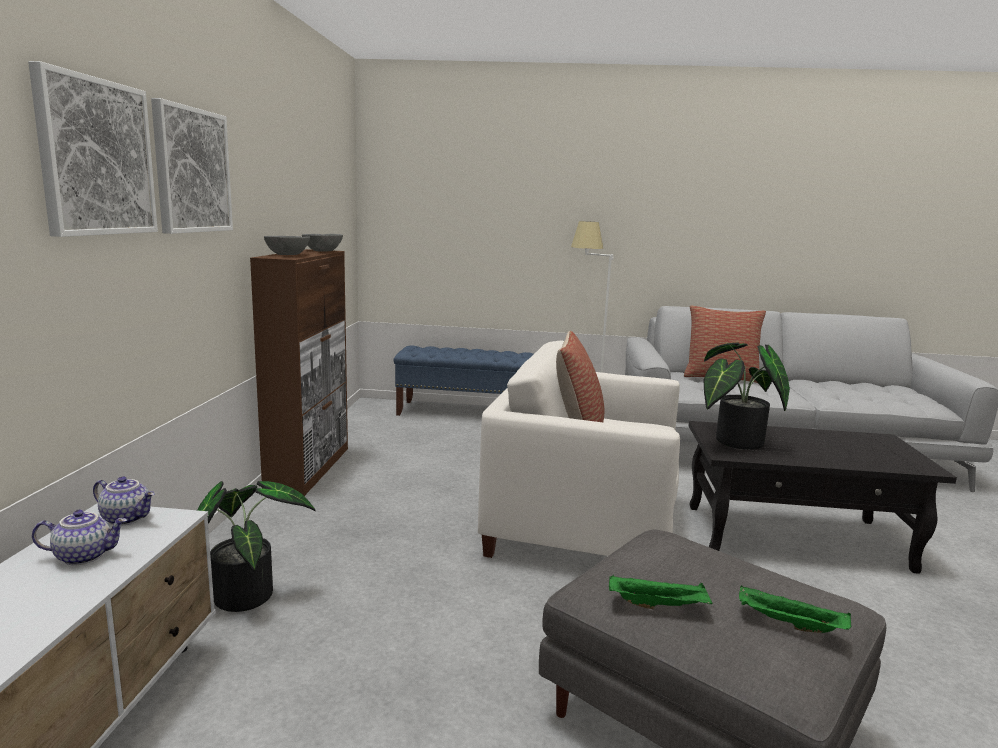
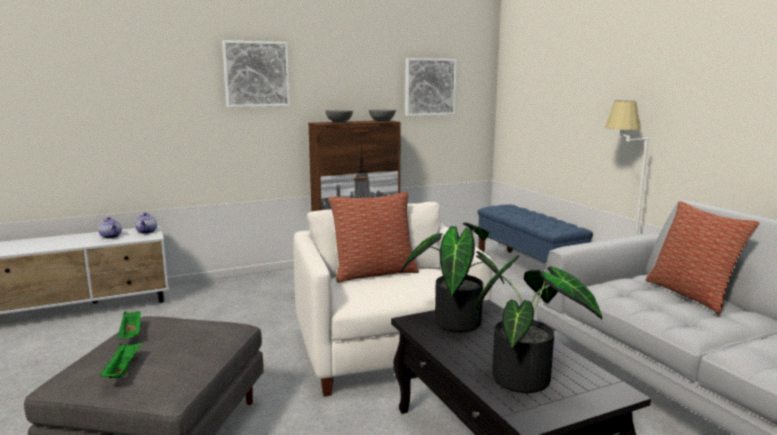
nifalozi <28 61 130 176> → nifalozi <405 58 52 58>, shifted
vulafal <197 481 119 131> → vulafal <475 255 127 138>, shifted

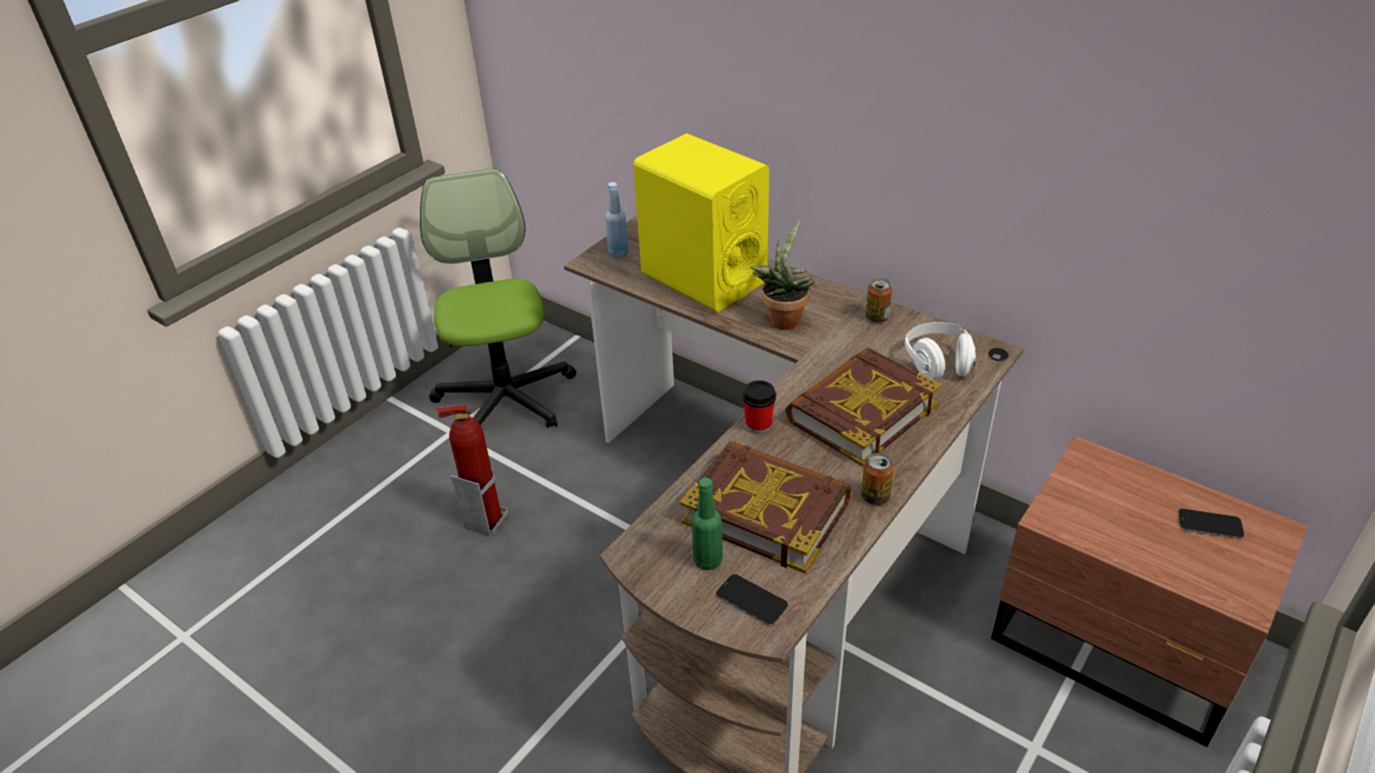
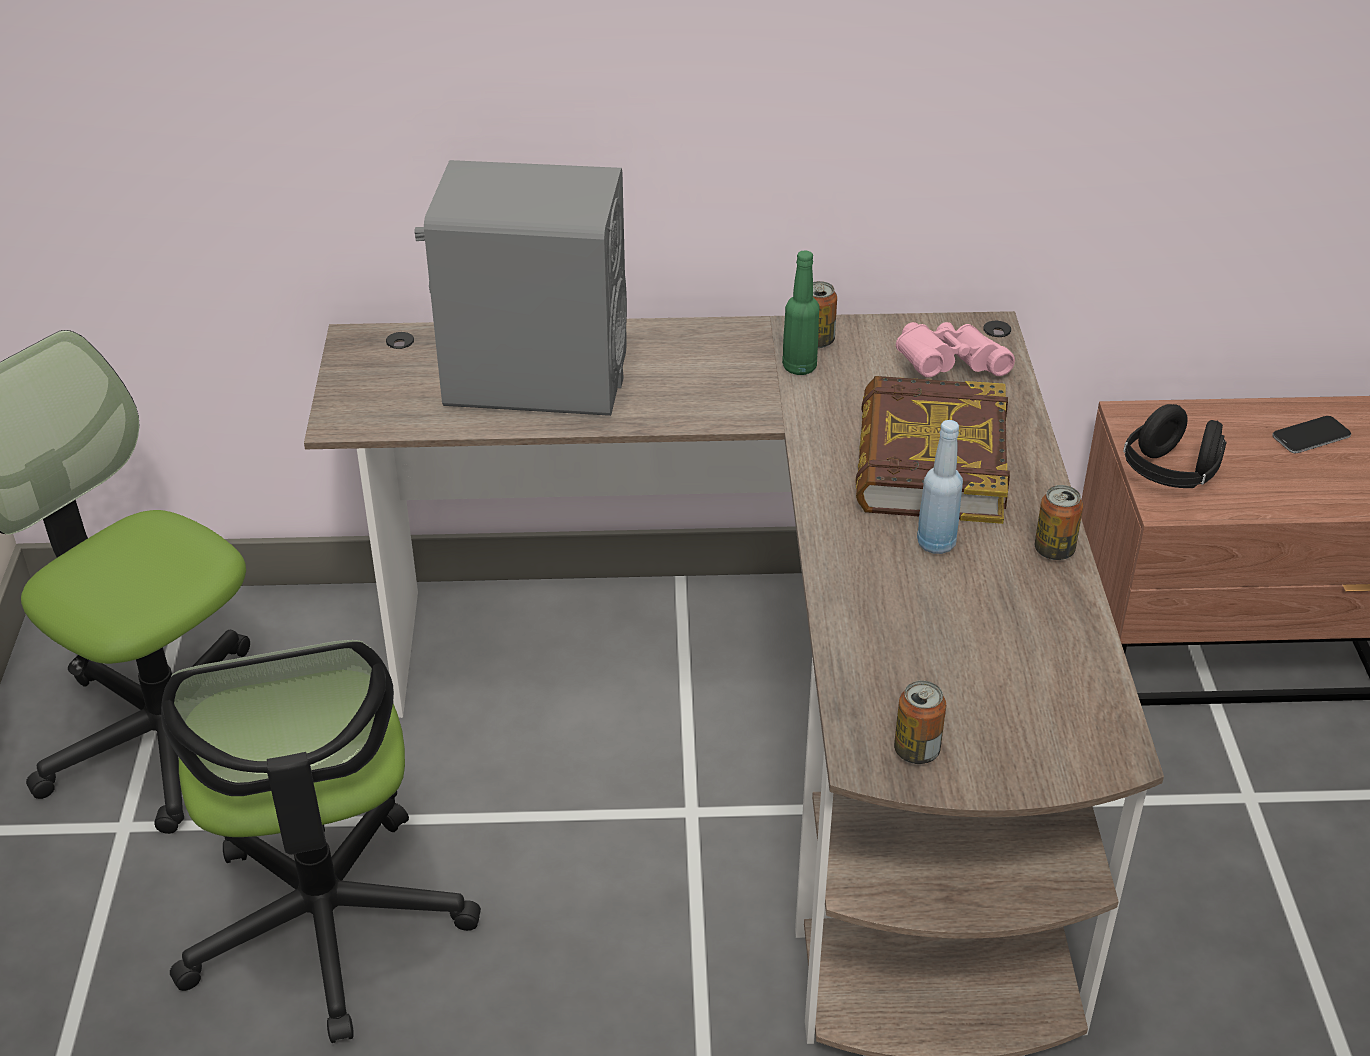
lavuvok <437 405 71 132> → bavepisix <161 640 320 403>
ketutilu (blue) <605 182 24 76> → ketutilu (blue) <917 420 46 134>, shifted
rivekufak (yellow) <633 133 136 179> → rivekufak (grey) <414 160 213 256>
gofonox <680 441 172 133> → -
ketutilu (green) <692 478 31 92> → ketutilu (green) <782 250 37 125>, shifted
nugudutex <716 574 72 52> → -
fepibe <742 380 34 54> → -
vulafal <750 220 65 110> → -
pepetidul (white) <905 322 71 58> → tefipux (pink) <896 322 119 55>
- → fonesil <894 681 52 83>
- → pepetidul (black) <1123 404 104 84>

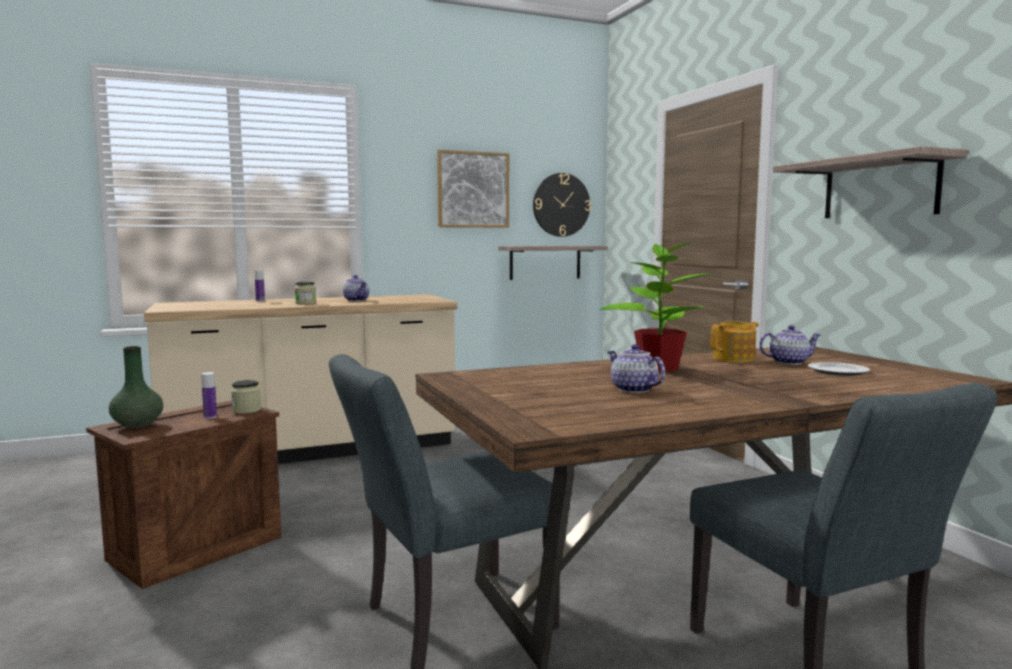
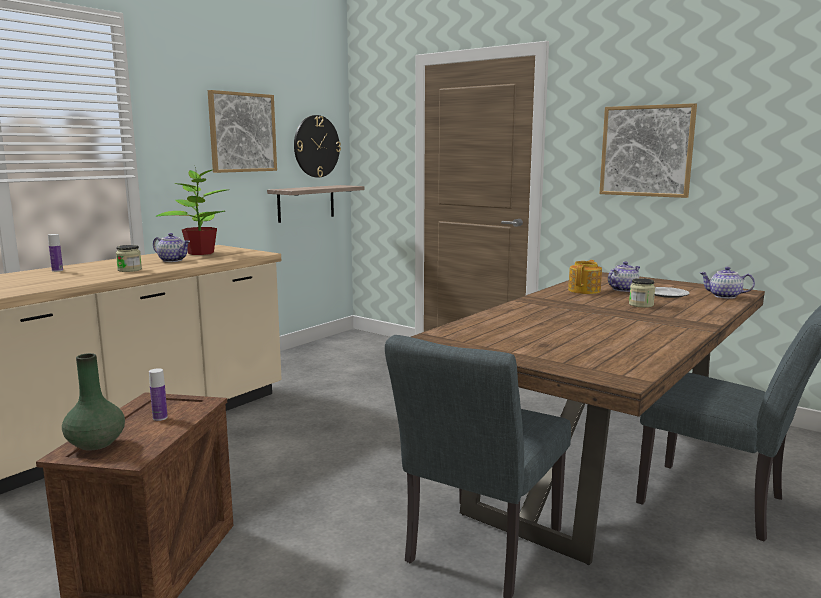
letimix <231 380 30 34> → letimix <629 278 26 30>, shifted
vulafal <599 237 113 135> → vulafal <156 167 71 88>, shifted
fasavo <608 344 57 49> → fasavo <700 267 55 32>, shifted
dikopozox <773 146 194 72> → nifalozi <599 103 98 95>

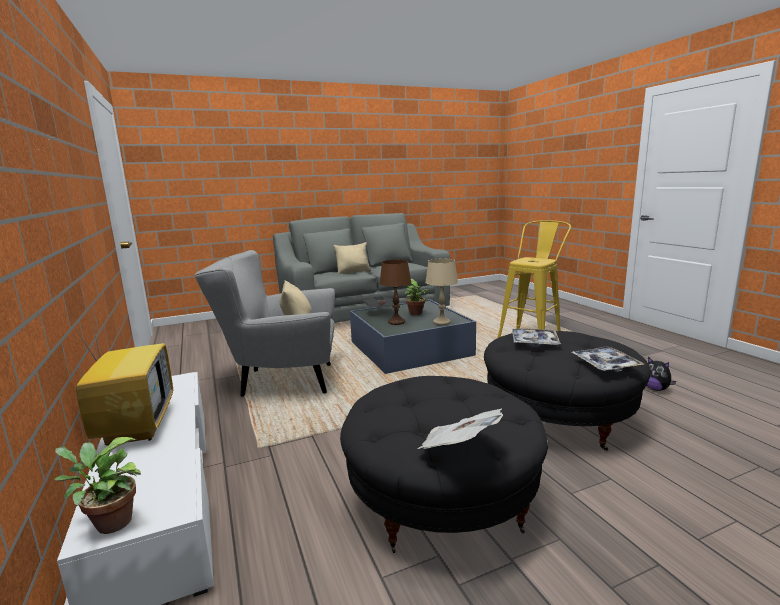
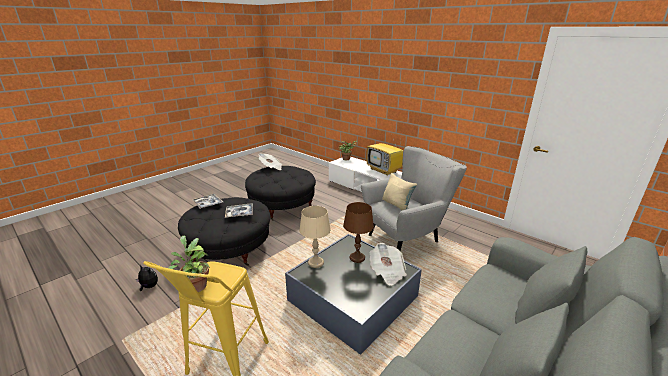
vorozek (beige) <333 242 38 32> → -
vulafal <405 279 26 36> → vulafal <168 236 42 56>, shifted

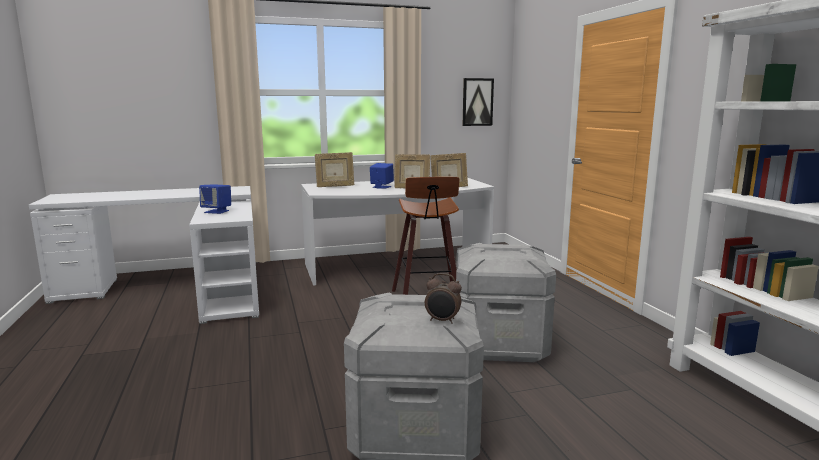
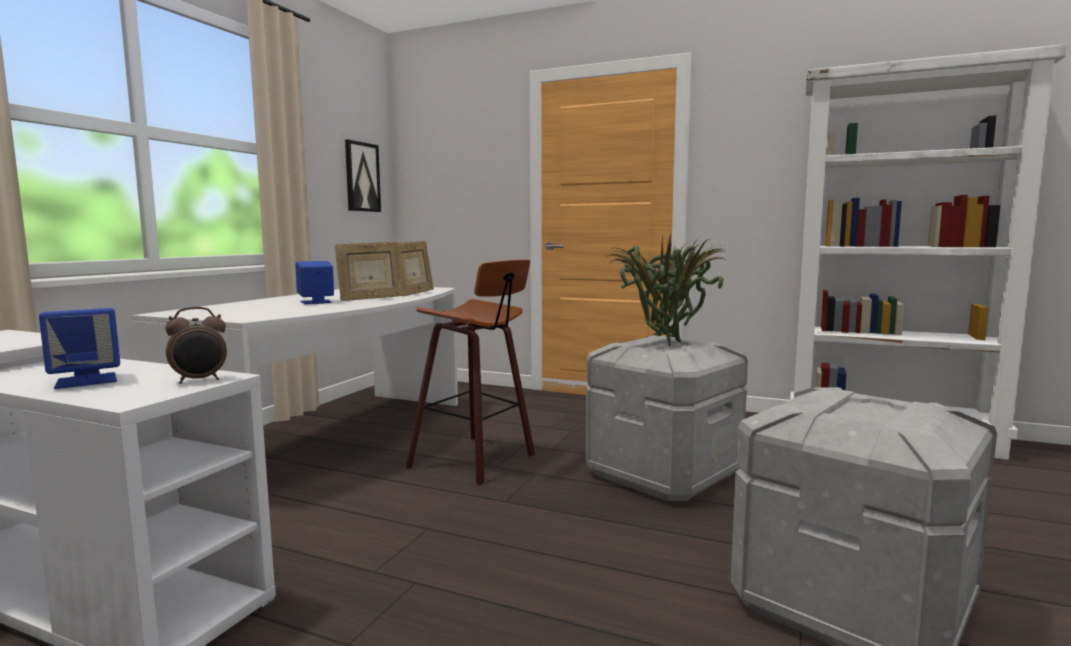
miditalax <315 152 39 35> → -
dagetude <425 273 37 51> → dagetude <165 307 62 77>, shifted
- → vulafal <605 233 121 113>

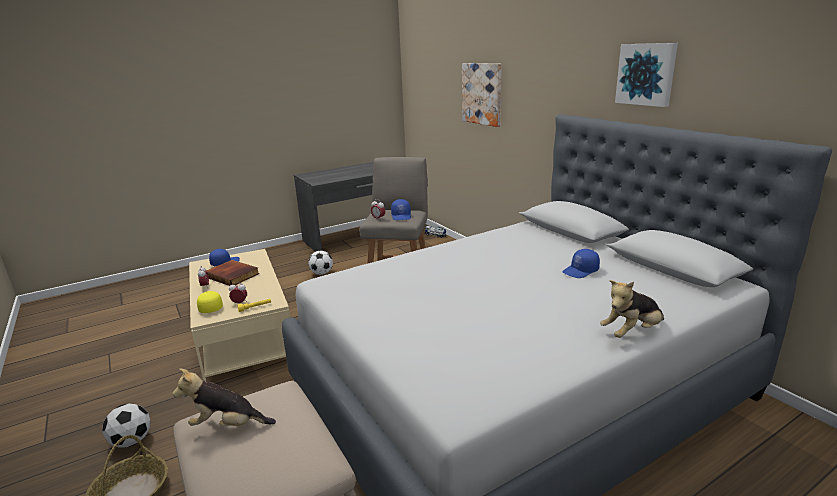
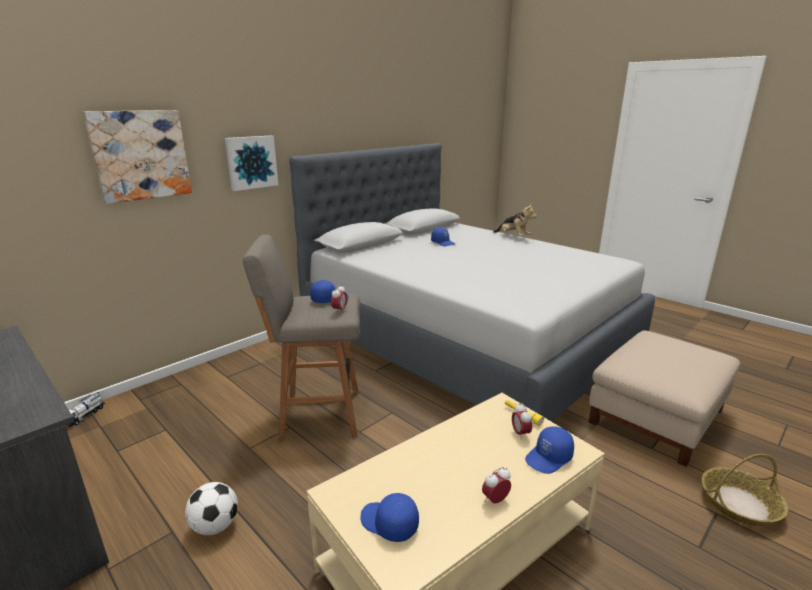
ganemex <102 404 48 43> → -
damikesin <173 368 103 58> → -
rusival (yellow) <197 291 26 22> → rusival (blue) <525 426 49 48>
gofonox <206 260 53 26> → -
nifalozi <615 43 63 64> → nifalozi <225 136 54 55>, shifted

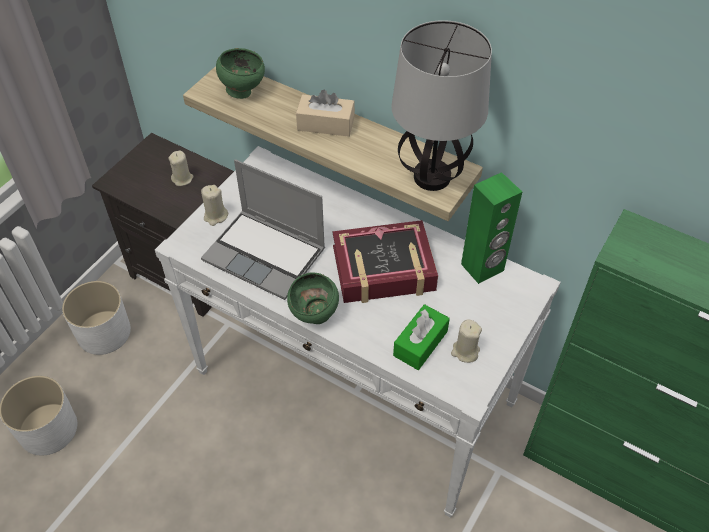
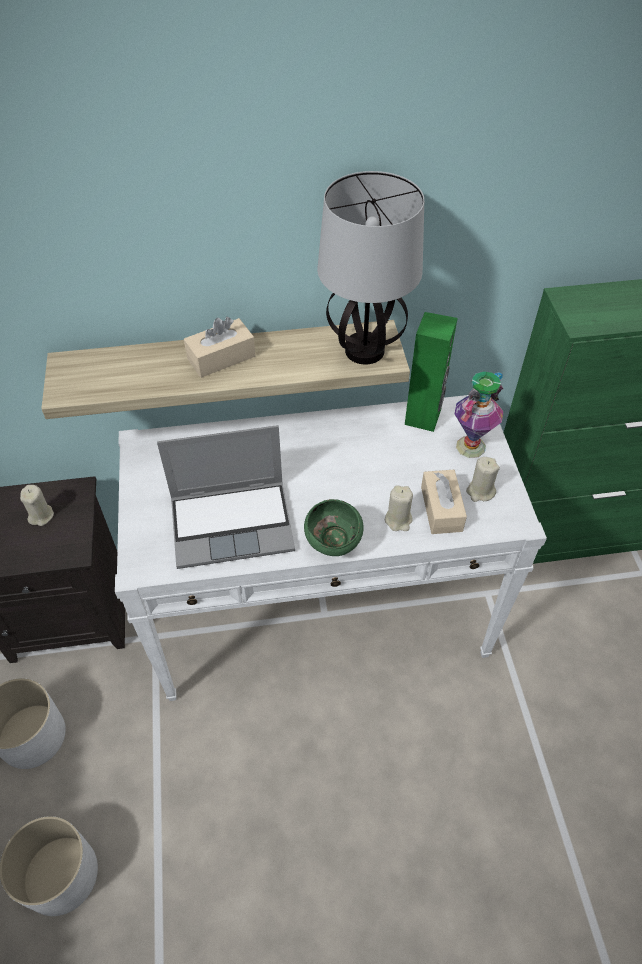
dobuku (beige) <201 185 27 41> → dobuku (beige) <385 485 28 46>, shifted
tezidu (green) <216 48 49 51> → -
gofonox <333 220 105 83> → -
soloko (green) <393 304 57 66> → soloko (beige) <421 470 46 64>
- → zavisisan <455 371 48 87>

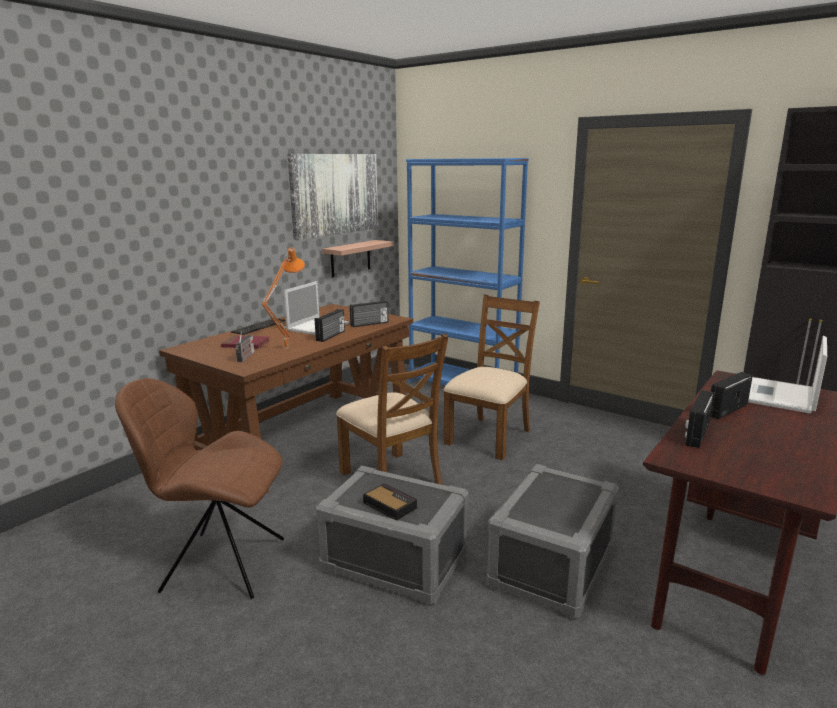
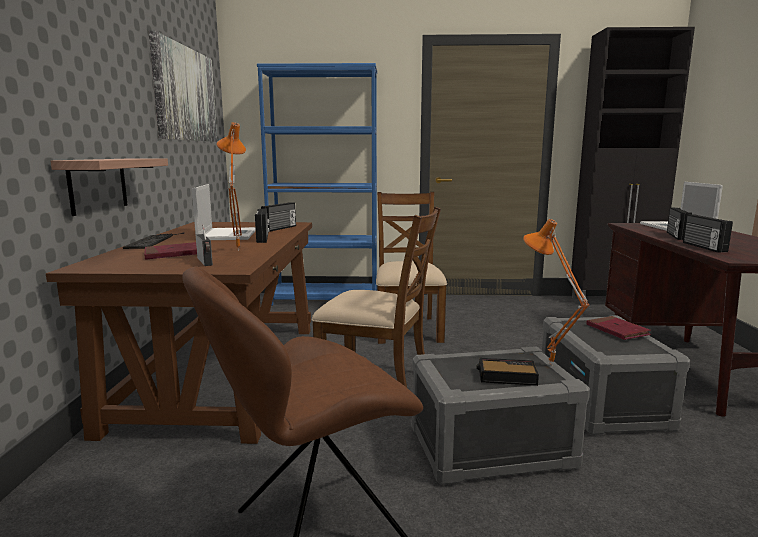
dikopozox <322 240 72 38> → dikopozox <50 158 118 58>, shifted
- → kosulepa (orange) <523 219 67 147>
- → gofonox (red) <587 316 64 24>

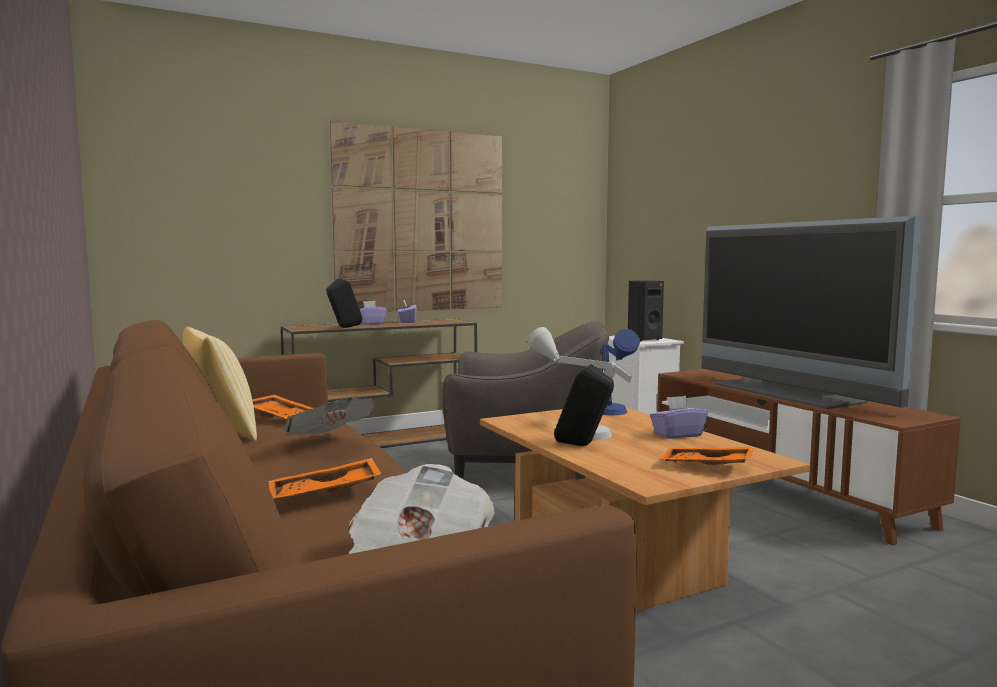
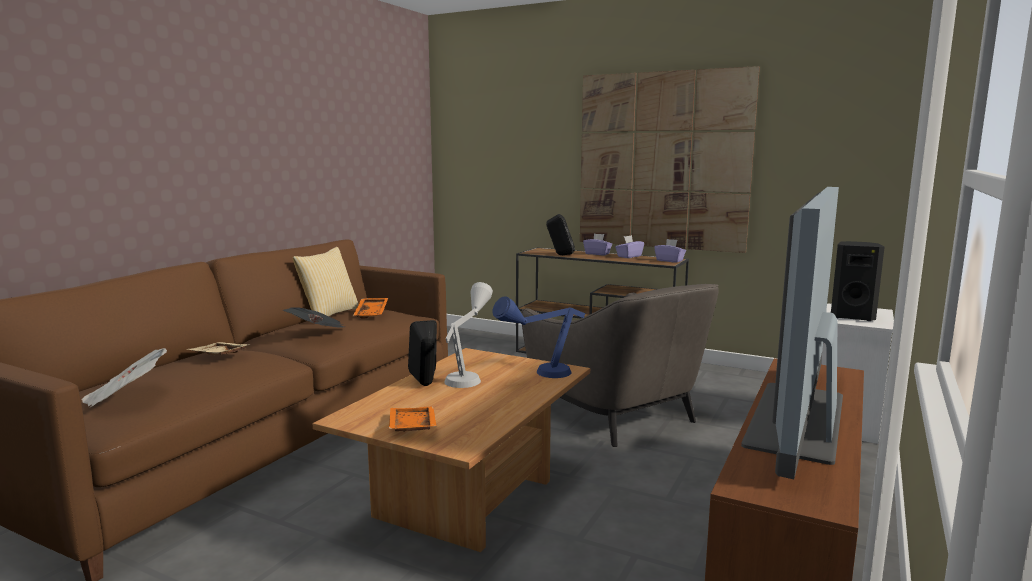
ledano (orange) <269 458 113 42> → ledano (beige) <188 342 64 13>
soloko (purple) <650 396 58 43> → soloko (purple) <654 239 32 24>, shifted

